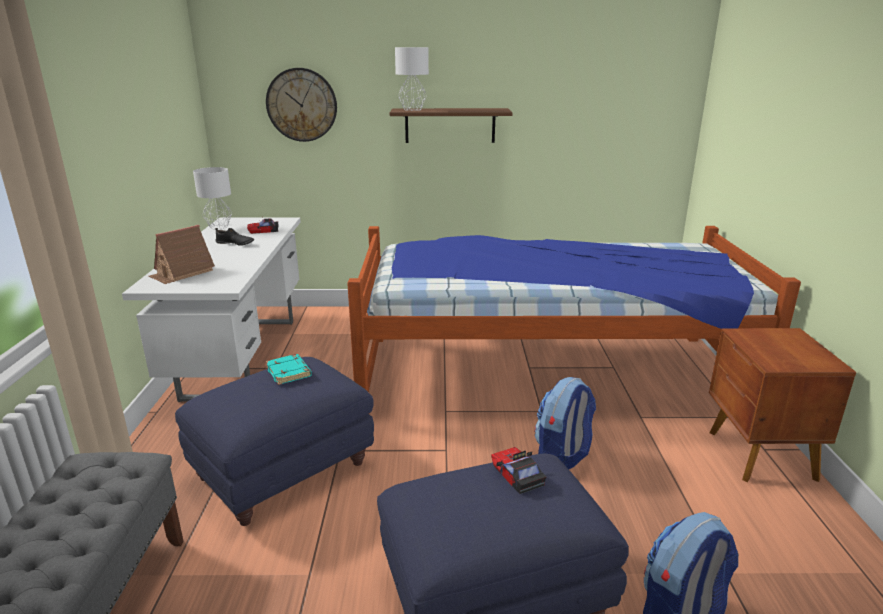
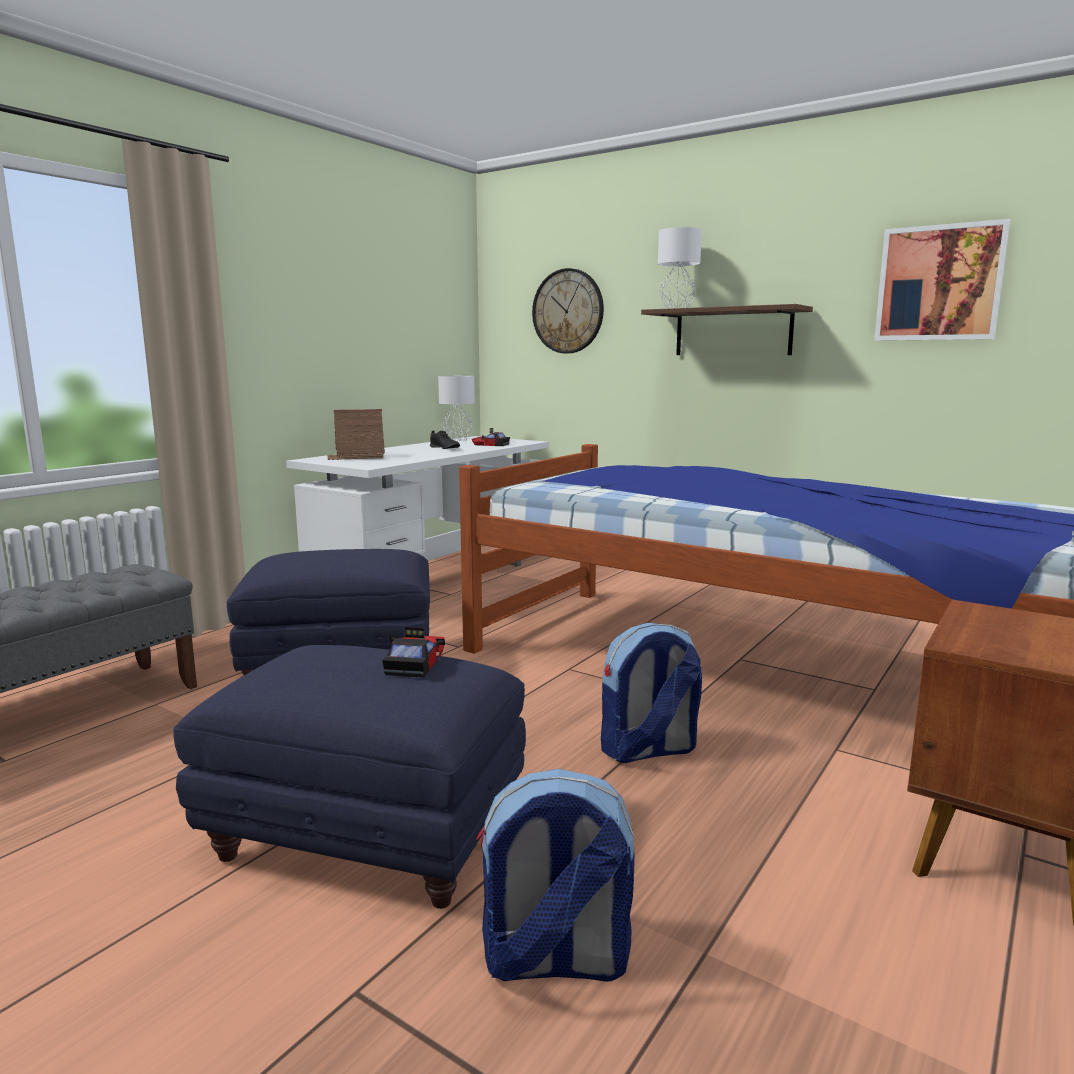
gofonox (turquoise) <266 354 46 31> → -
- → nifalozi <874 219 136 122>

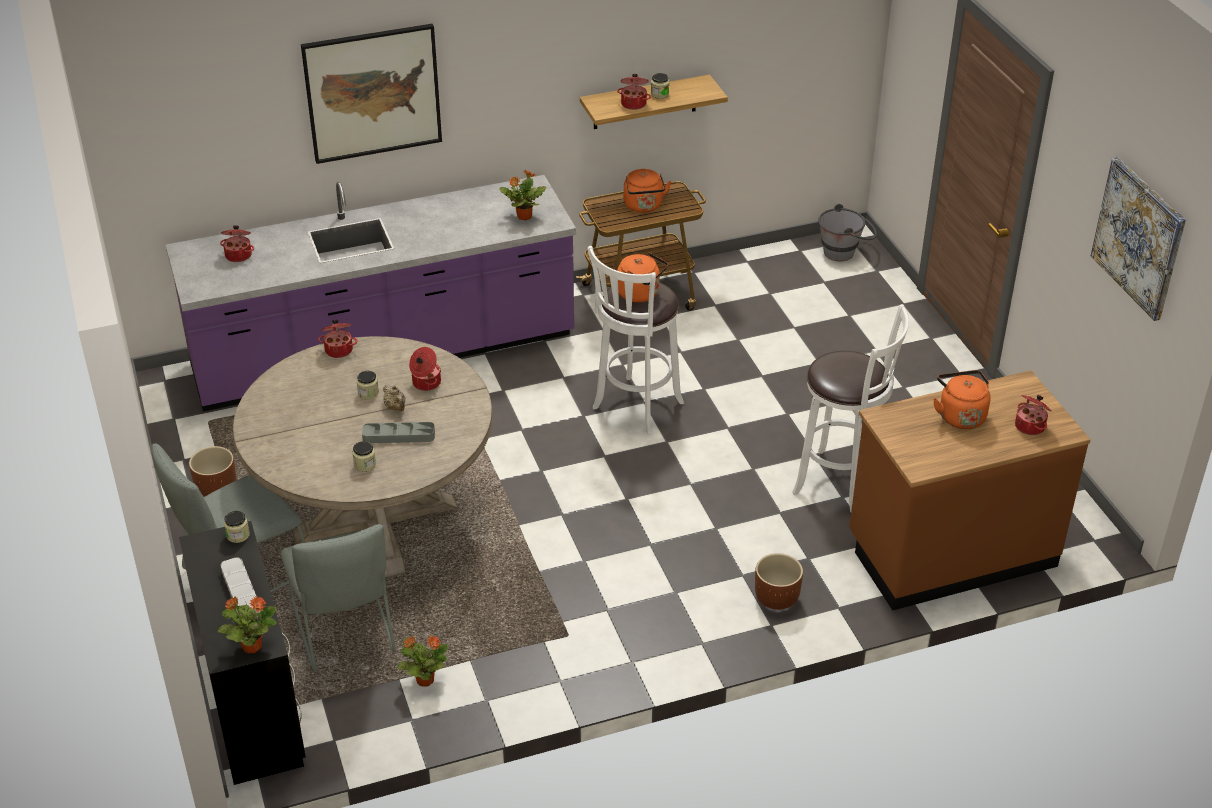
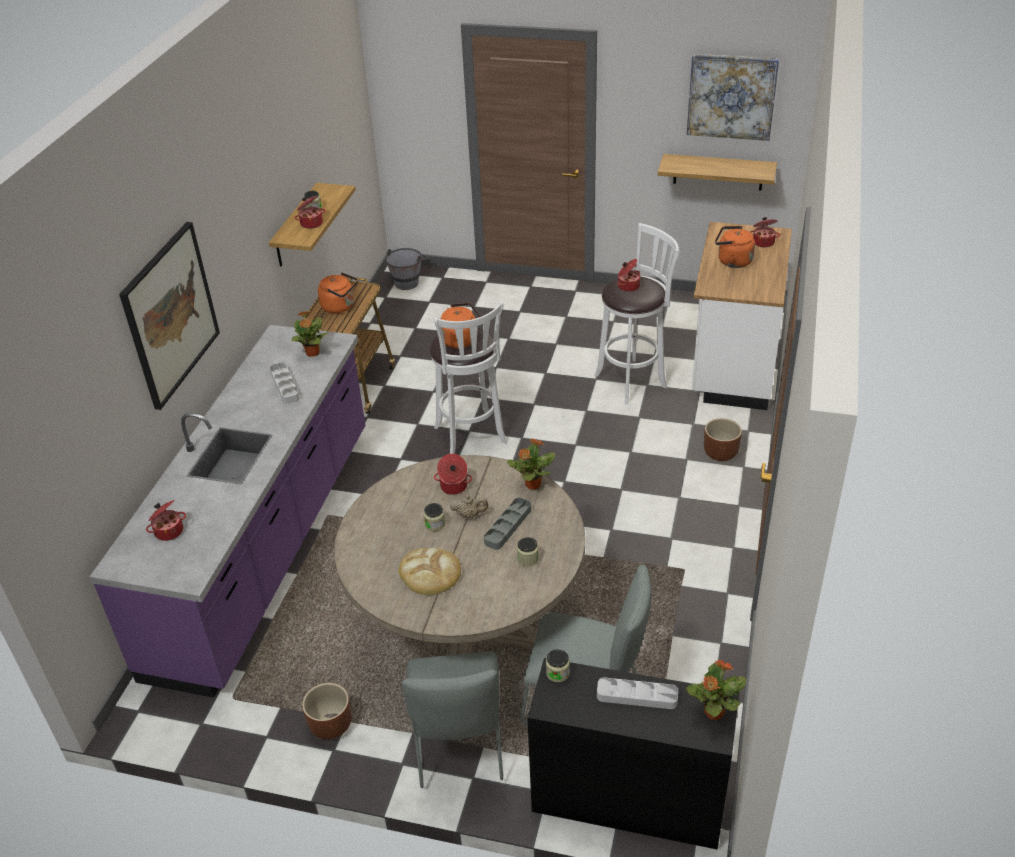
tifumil <318 319 40 39> → tifumil <618 259 22 33>, shifted
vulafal <397 636 51 51> → vulafal <507 439 49 51>, shifted
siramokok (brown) <849 370 242 240> → siramokok (white) <692 222 100 188>
- → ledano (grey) <270 362 30 42>
- → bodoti <399 548 62 47>
- → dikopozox <658 154 119 36>

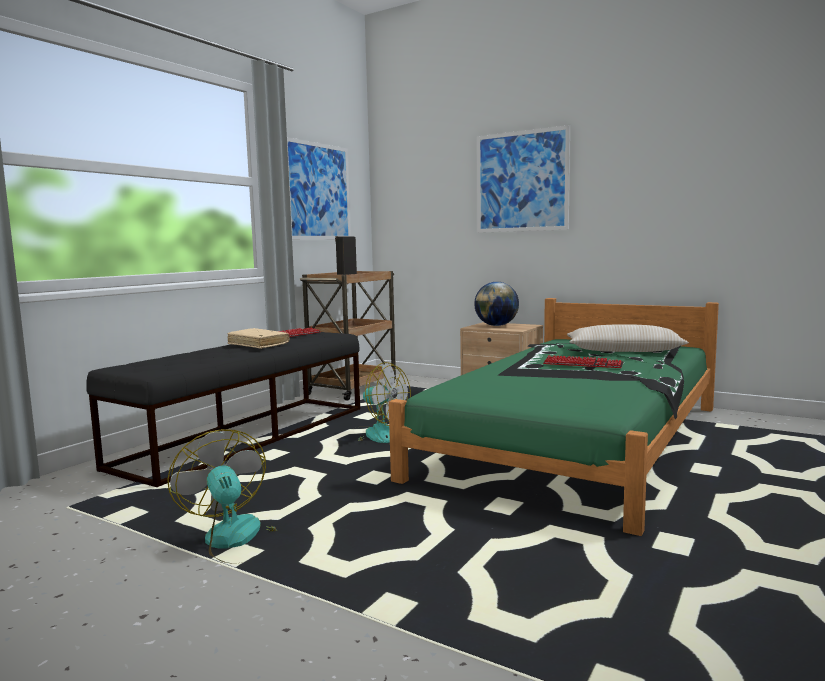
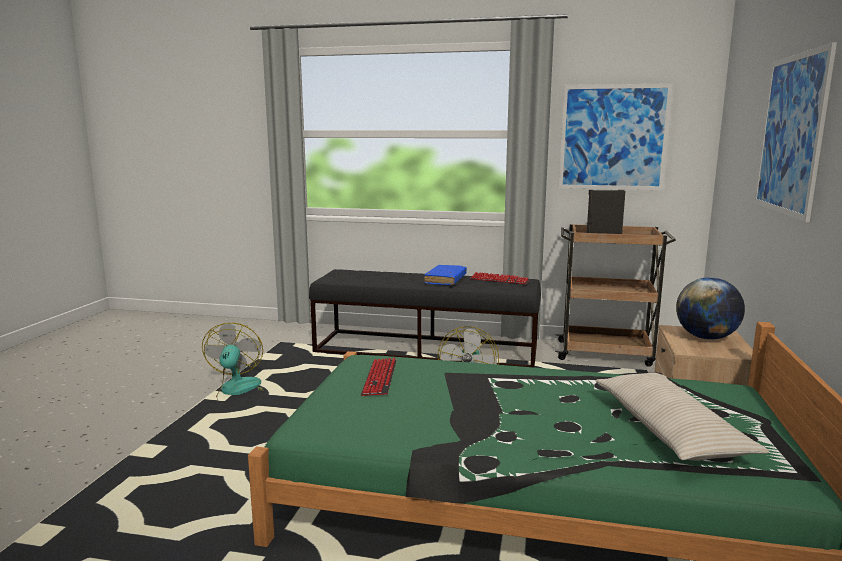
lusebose <167 429 111 134> → lusebose <202 323 62 81>, 45 degrees counterclockwise
gofonox (beige) <228 328 61 21> → gofonox (blue) <424 265 43 20>
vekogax <543 355 81 13> → vekogax <361 358 36 38>, shifted

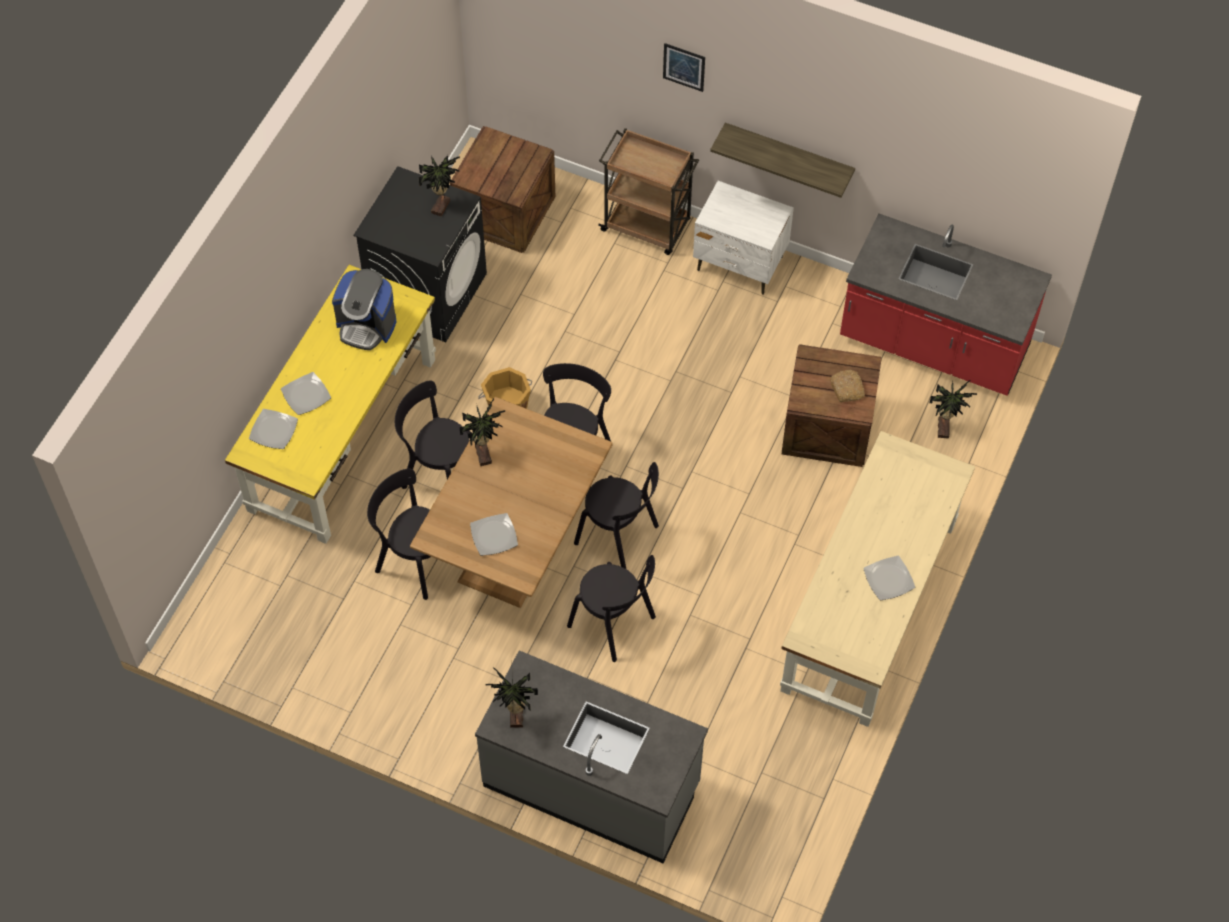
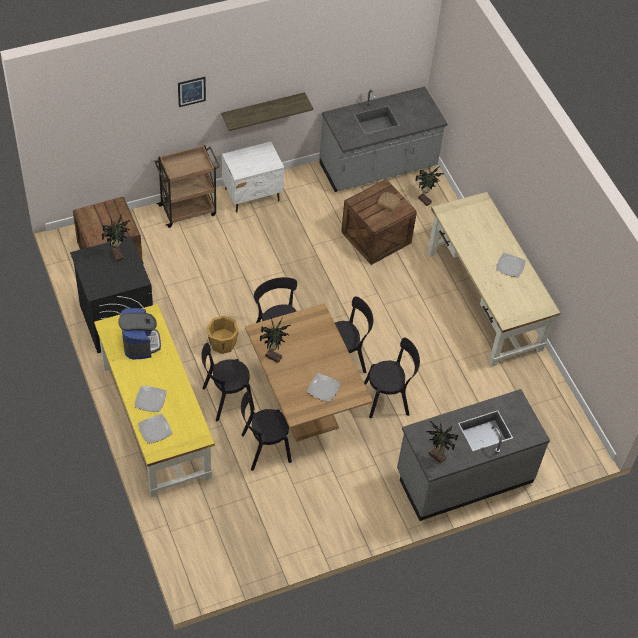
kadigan <332 269 65 81> → kadigan <118 308 43 51>, 75 degrees counterclockwise
siramokok (red) <840 214 212 182> → siramokok (grey) <319 87 129 105>

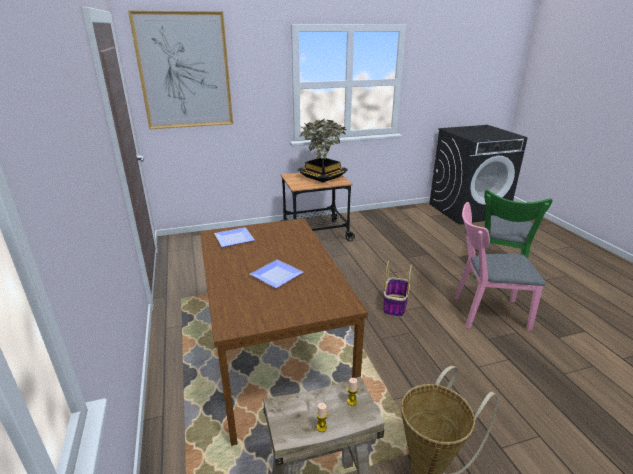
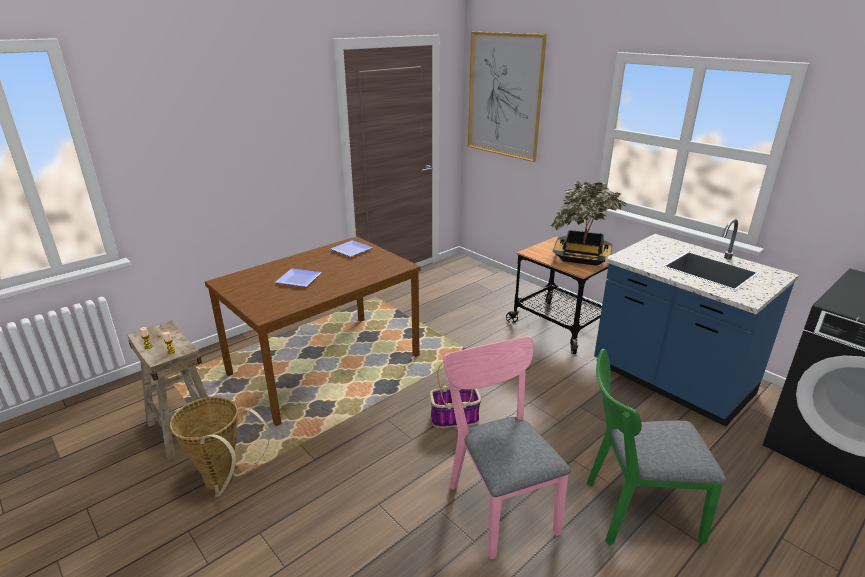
- → siramokok (blue) <594 219 205 208>

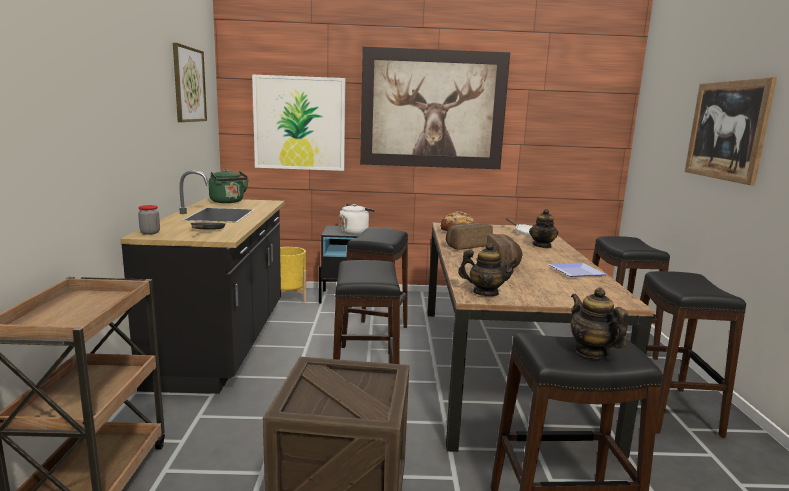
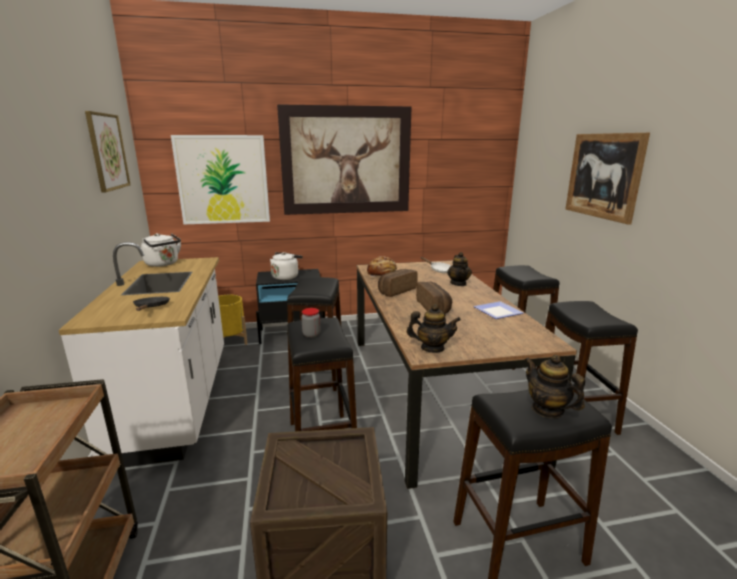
siramokok (black) <120 170 165 224> → siramokok (white) <59 242 165 225>
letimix <138 205 22 30> → letimix <301 308 20 30>, shifted
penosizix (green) <209 169 40 34> → penosizix (white) <141 233 40 34>

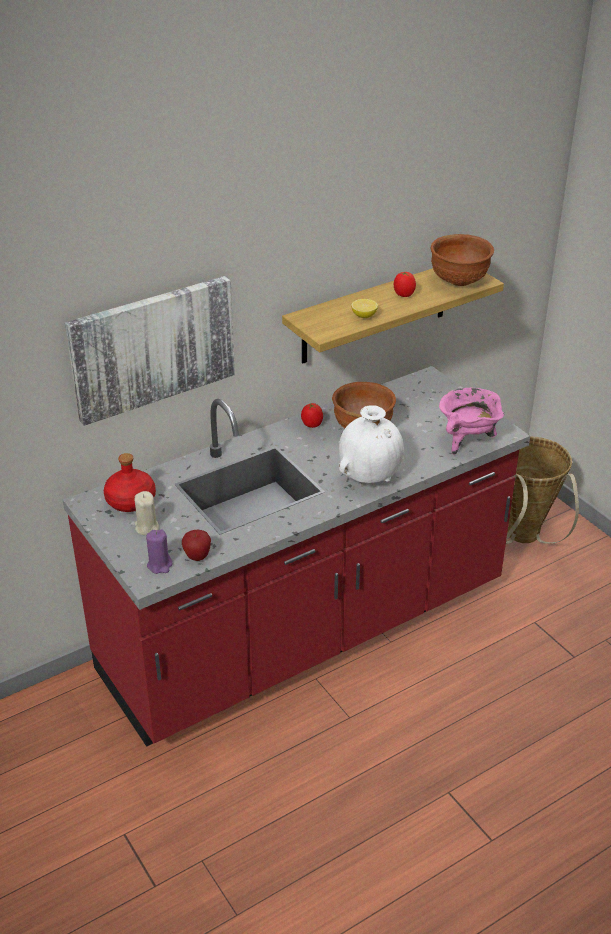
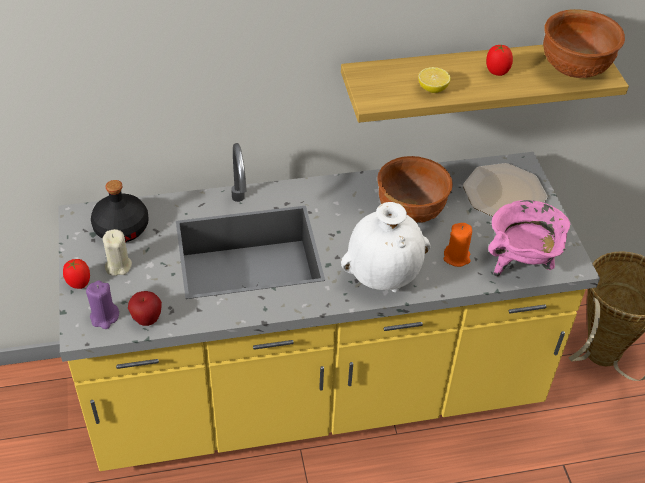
siramokok (red) <63 366 467 381> → siramokok (yellow) <58 143 542 328>
nifalozi <65 276 170 150> → -
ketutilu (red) <104 453 52 59> → ketutilu (black) <91 180 58 62>
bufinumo <301 403 22 25> → bufinumo <63 259 27 30>, shifted
- → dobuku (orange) <444 223 28 44>
- → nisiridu <463 163 84 54>

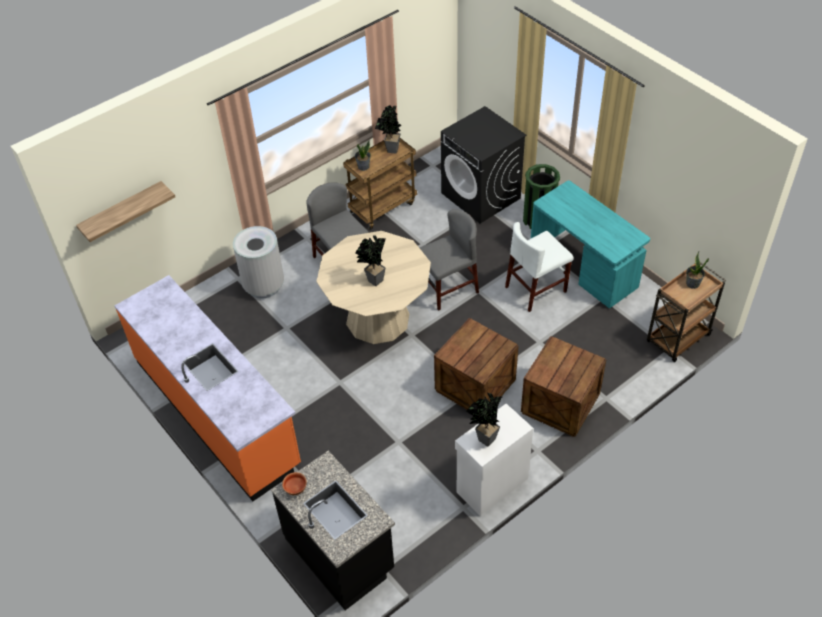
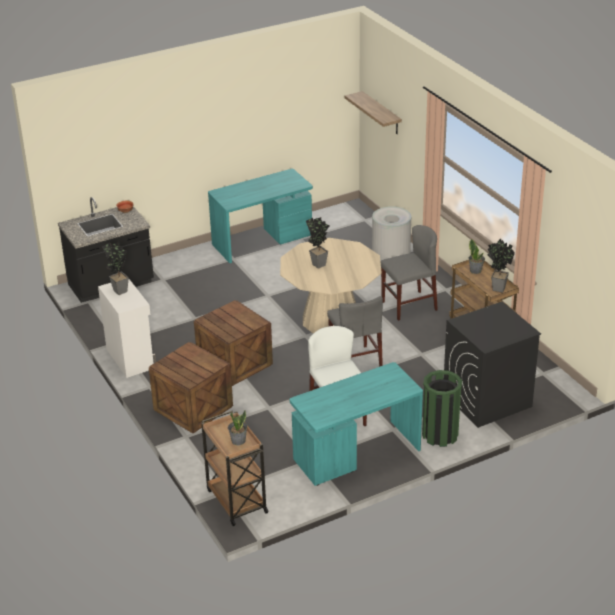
siramokok (orange) <114 275 187 226> → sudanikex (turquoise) <208 169 105 94>

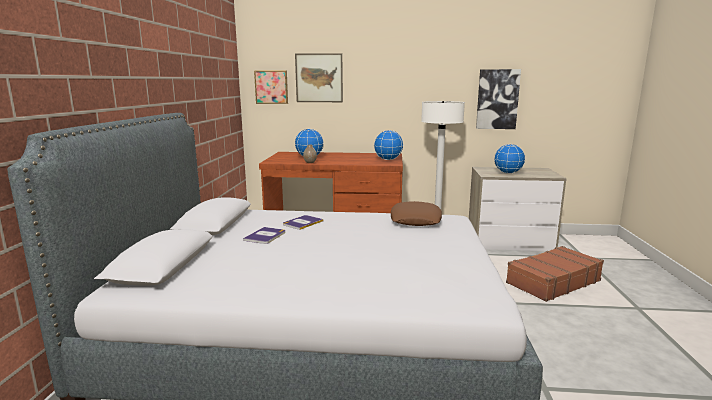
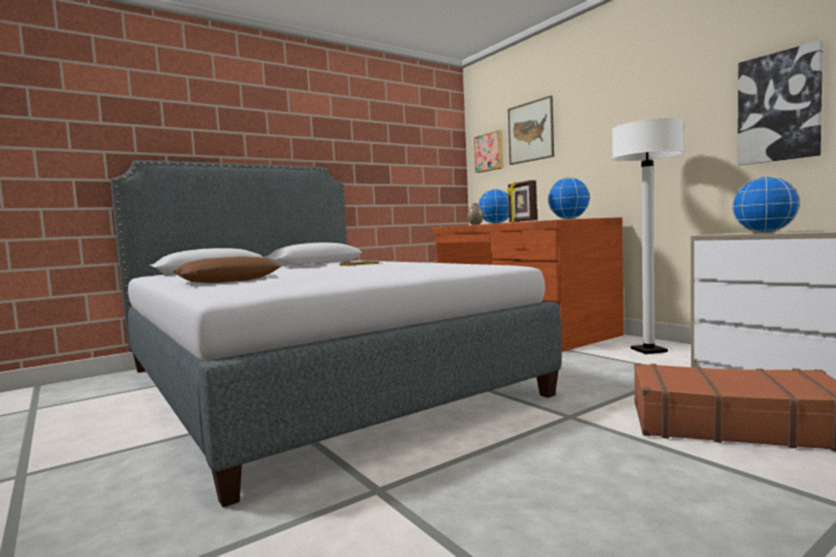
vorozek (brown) <391 201 51 25> → vorozek (brown) <173 256 108 27>, shifted
- → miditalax <507 180 30 42>

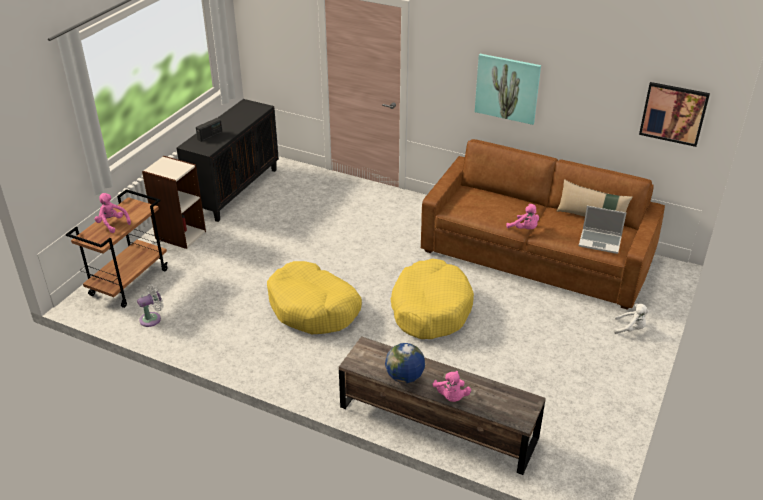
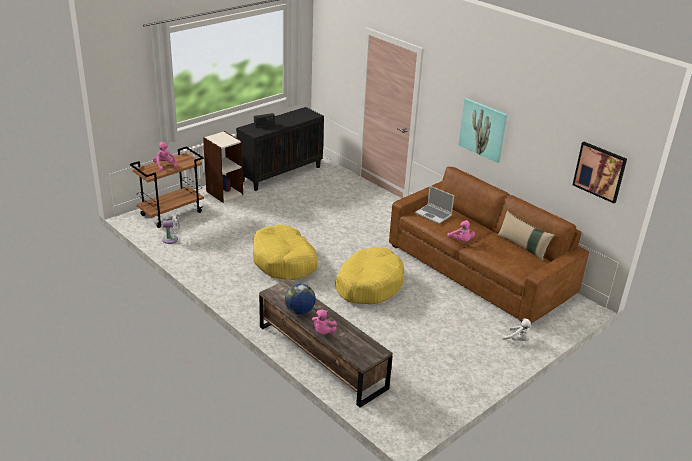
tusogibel <579 206 47 48> → tusogibel <415 186 39 38>, shifted

